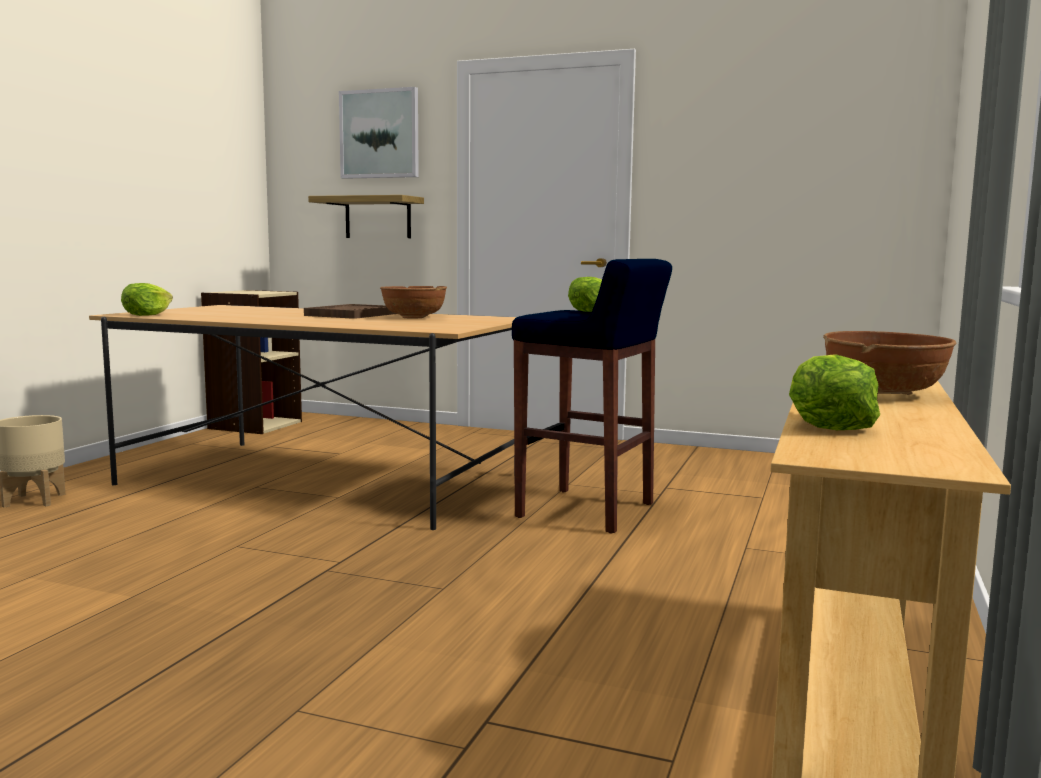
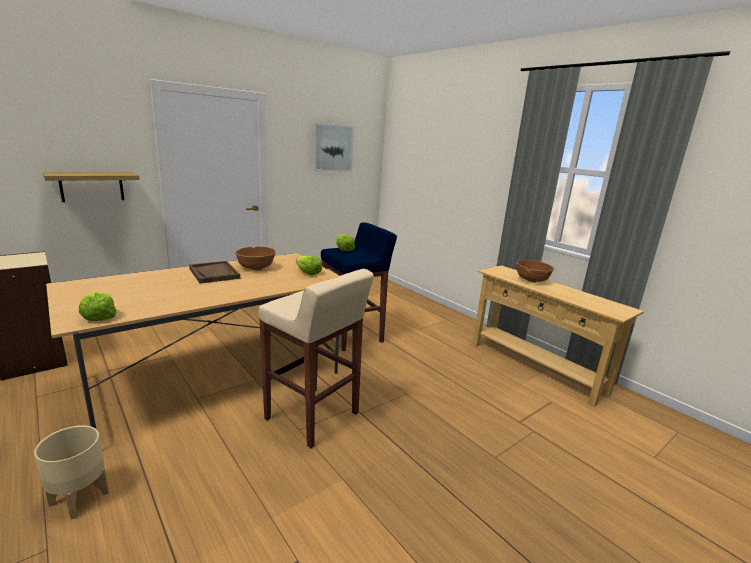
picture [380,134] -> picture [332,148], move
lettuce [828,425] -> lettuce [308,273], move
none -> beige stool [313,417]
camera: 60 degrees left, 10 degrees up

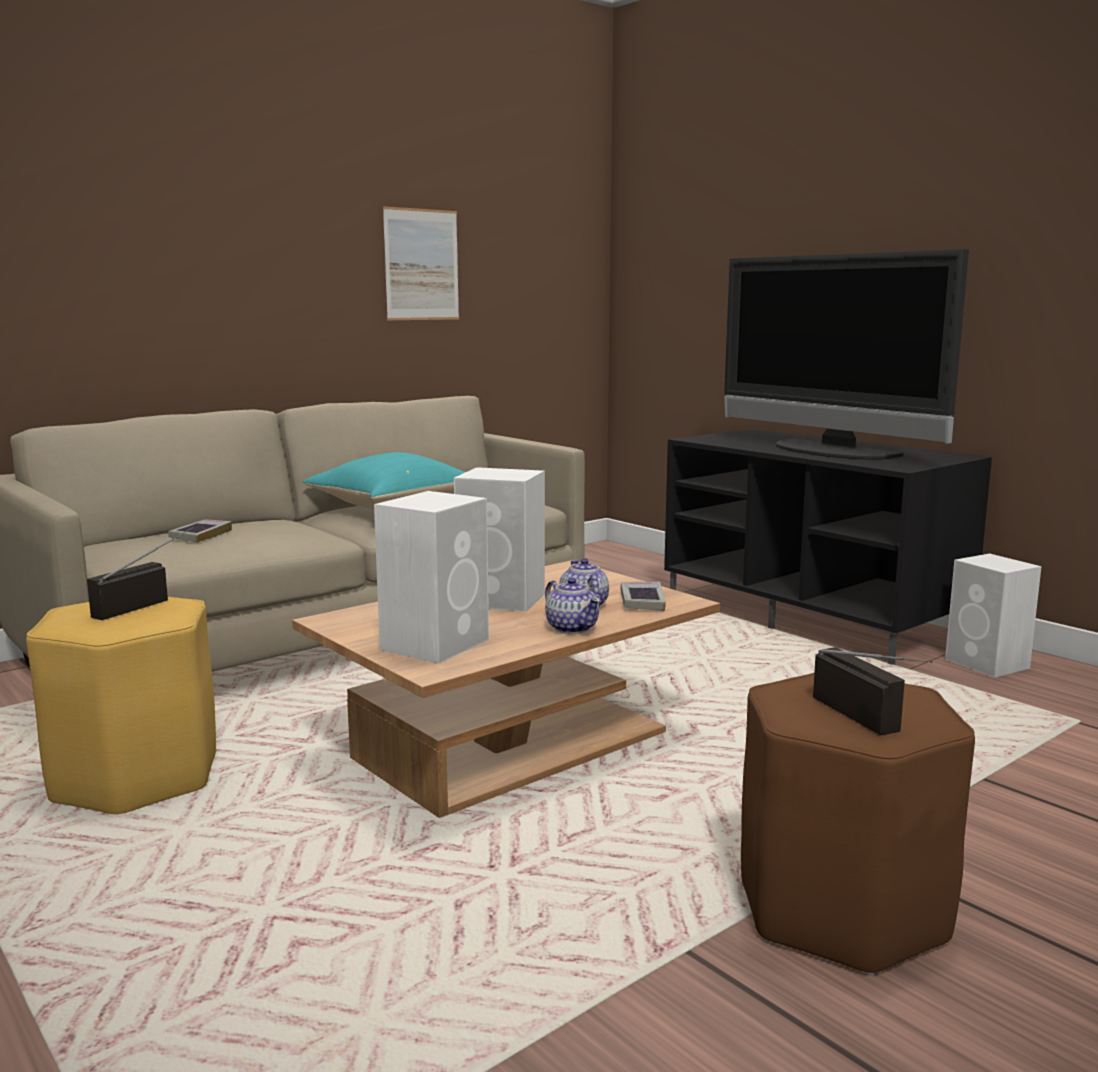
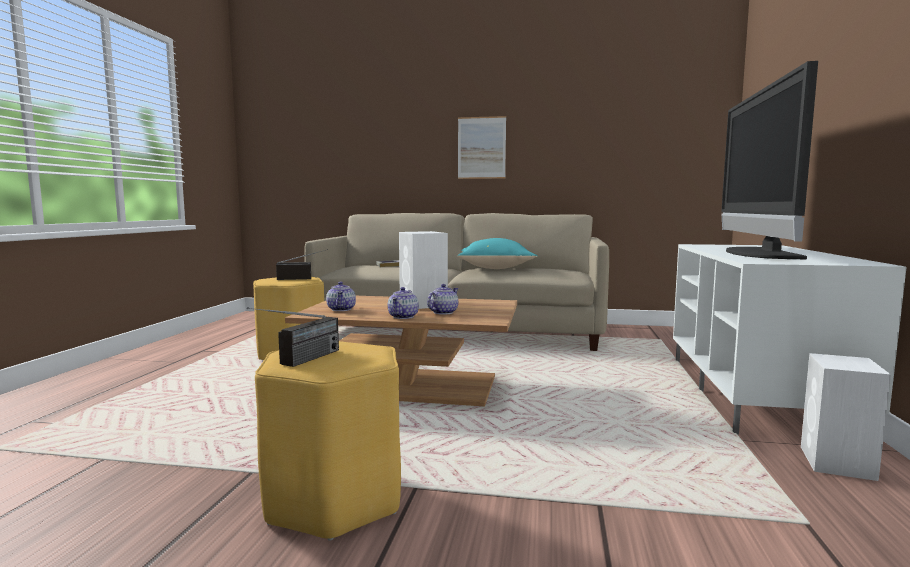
picture [421,265] -> picture [481,148], move
black tv stand [813,617] -> white tv stand [757,394]
white speaker [436,644] -> teapot [341,309]
book [642,601] -> none
brown stool [840,909] -> yellow stool [335,499]
camera: 50 degrees right, 5 degrees down

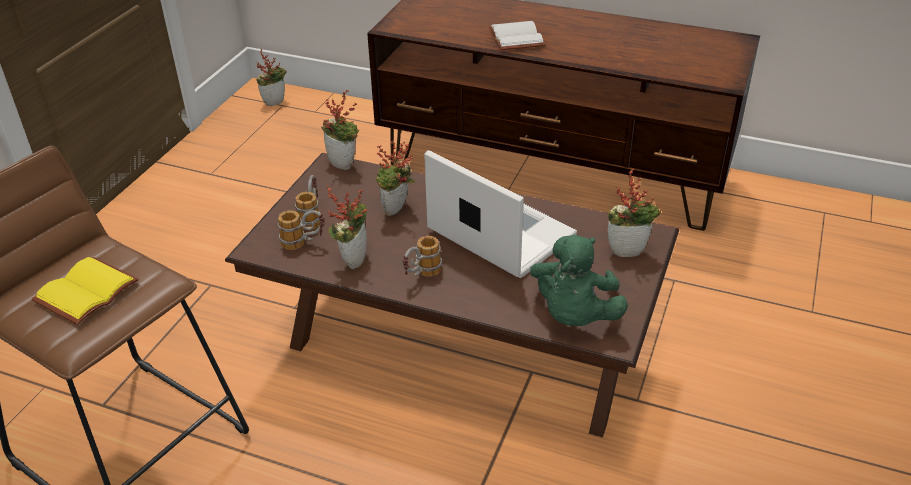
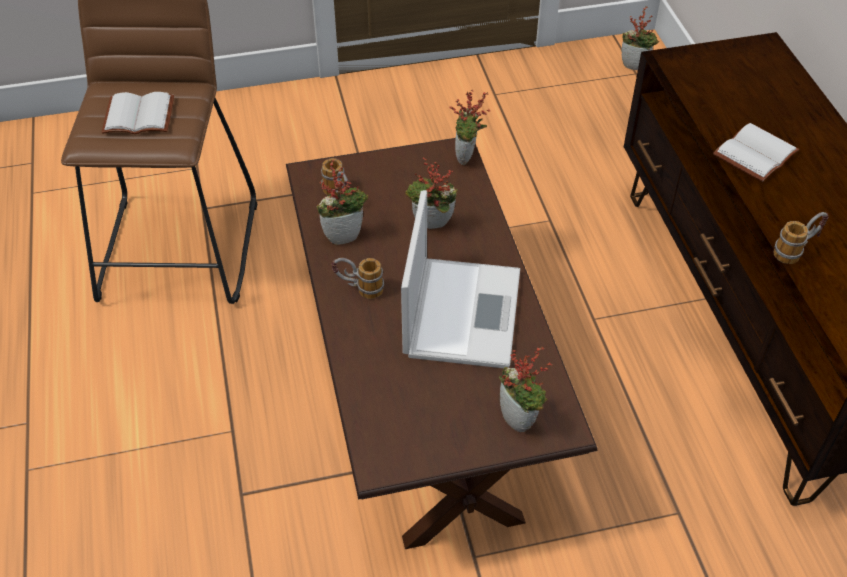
mug [312,216] -> mug [796,250], move
green plush toy [574,315] -> none
yellow book [86,290] -> white book [140,115]
camera: 55 degrees right, 10 degrees up

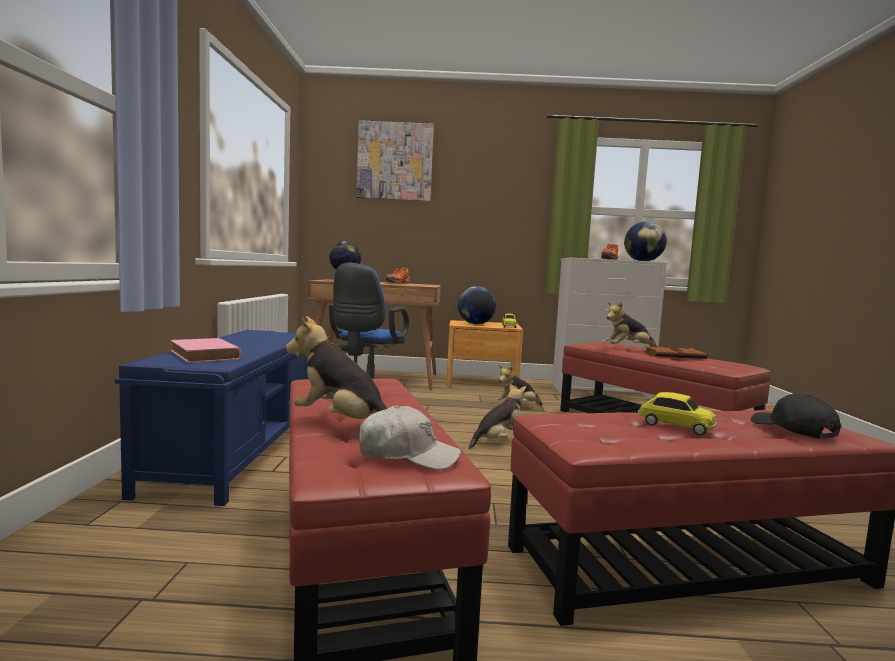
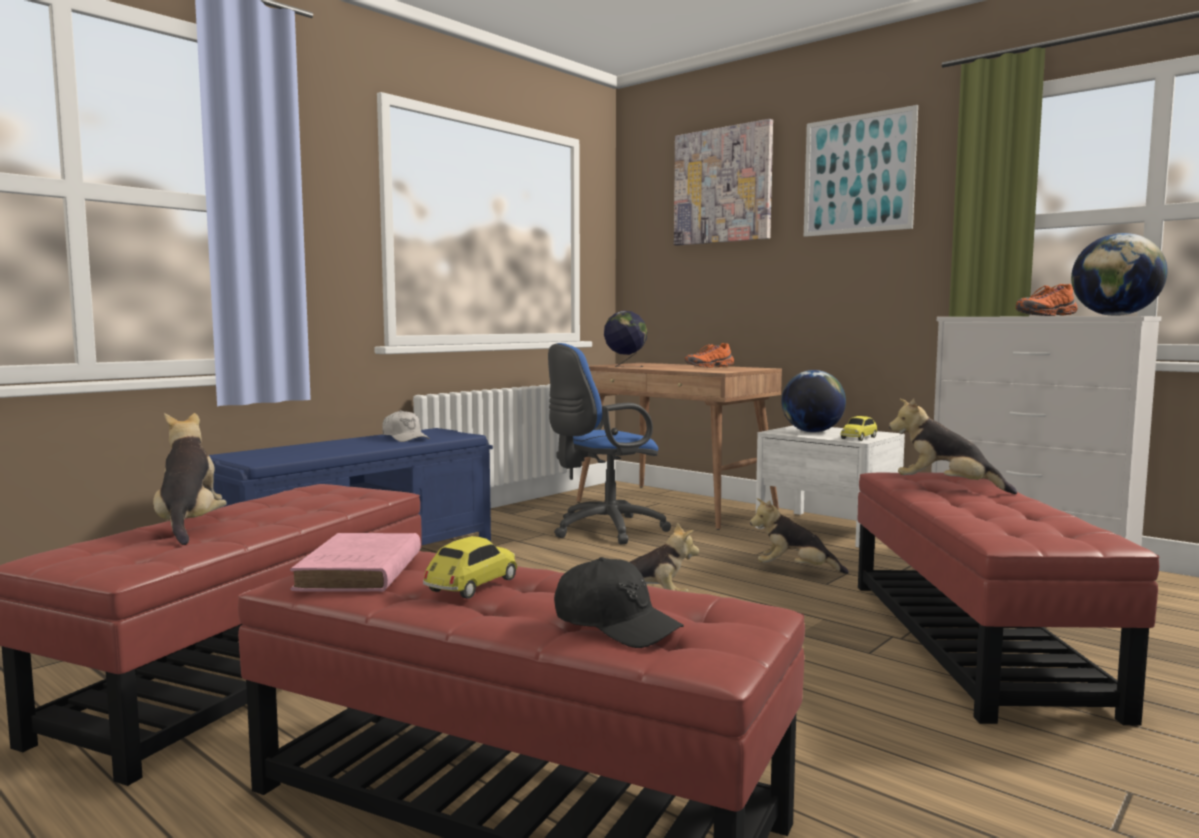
brown nightstand [481,382] -> white nightstand [827,528]
pink book [205,356] -> pink book [359,572], move
brown book [675,355] -> none
toy car [675,426] -> toy car [471,586], 135 degrees counterclockwise
black cap [793,430] -> black cap [616,624], 105 degrees clockwise
white cap [408,455] -> white cap [405,438], move
none -> picture [858,174]
camera: 40 degrees right, 0 degrees up

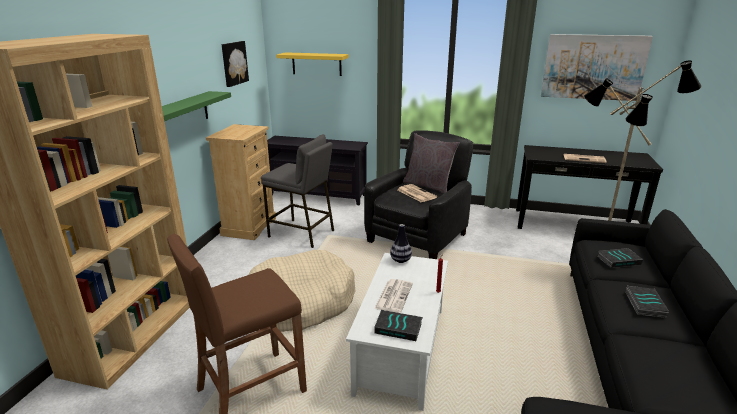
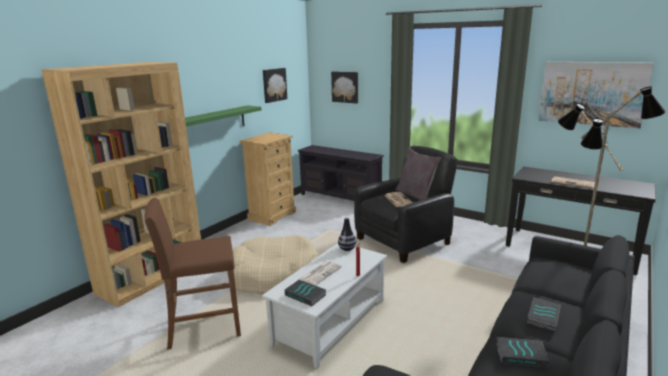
yellow shelf [316,64] -> picture [345,87]
grey stool [301,233] -> none
book [618,260] -> book [521,354], move
camera: 20 degrees right, 5 degrees down

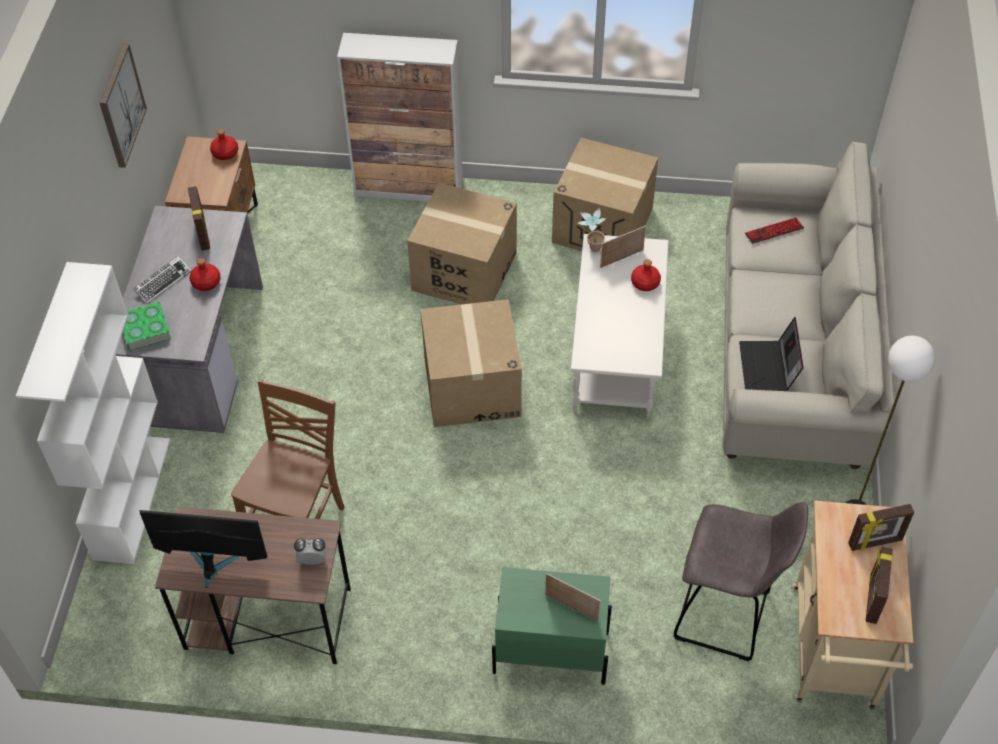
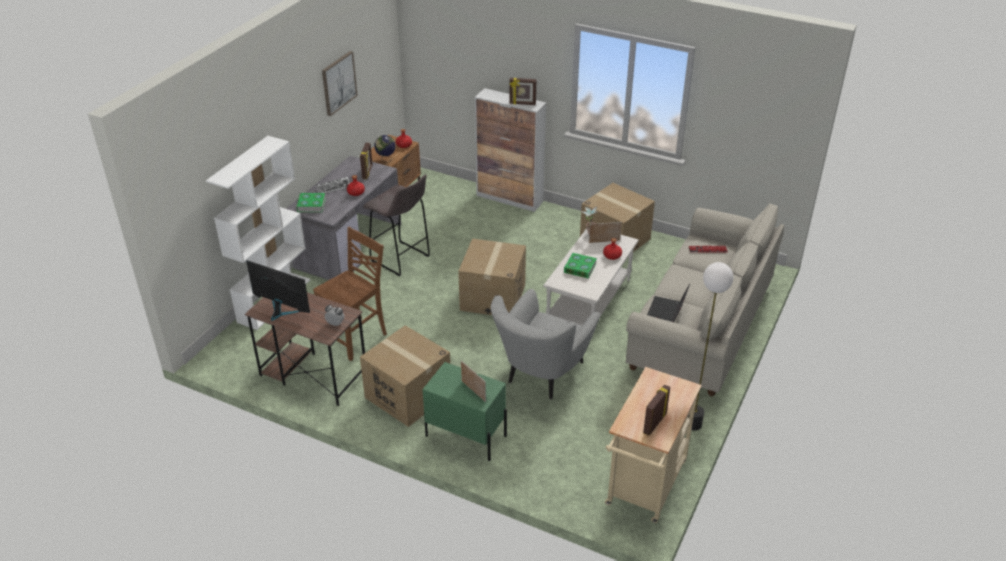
cardboard box [464,272] -> cardboard box [408,395], move
grey stool [725,617] -> grey stool [401,259], move
picture frame [875,542] -> picture frame [522,104], move
none -> globe [386,160]
none -> book [580,268]
none -> grey armchair [541,375]
camera: 20 degrees right, 15 degrees down

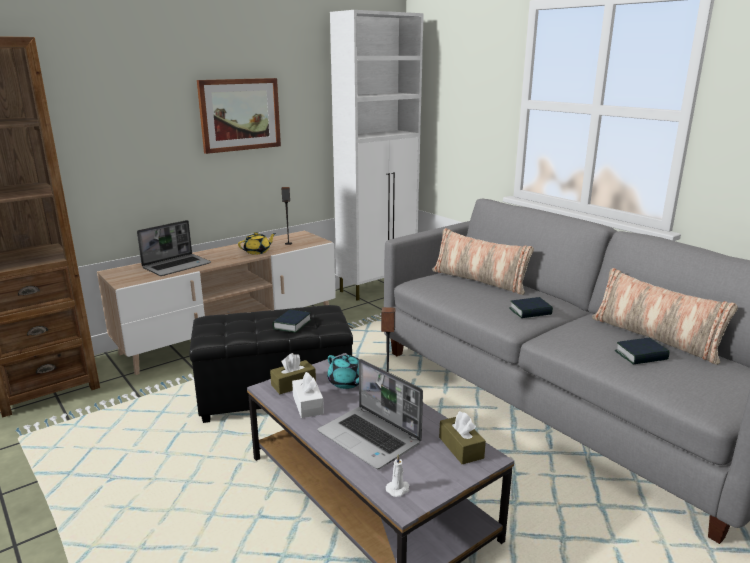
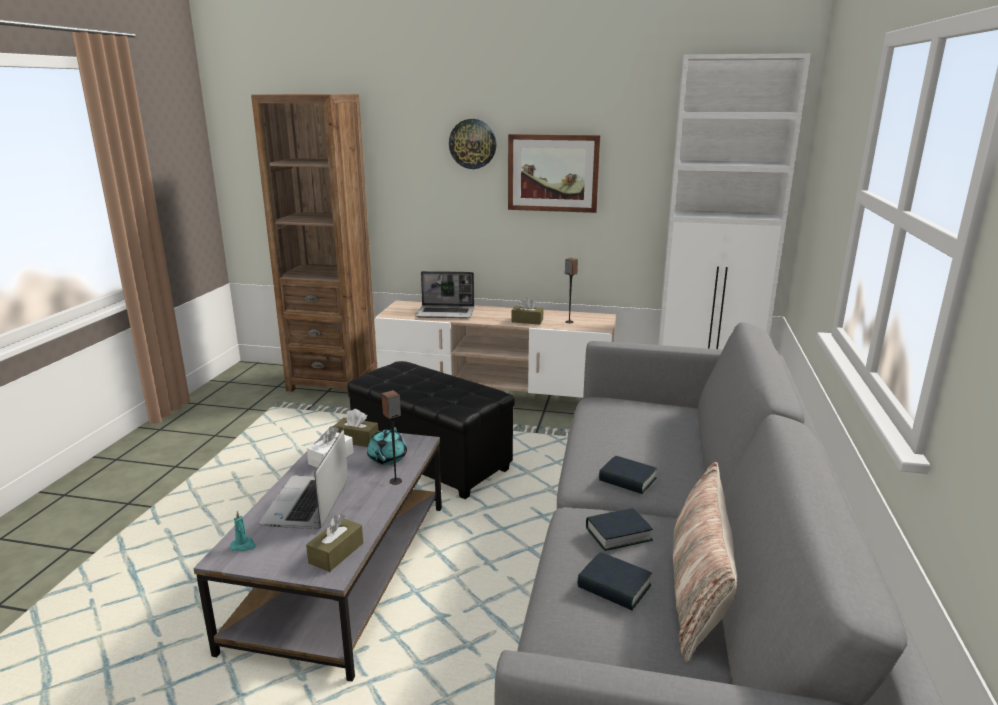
pillow [479,280] -> none
yellow teapot [257,252] -> brown tissue box [527,321]
book [292,324] -> book [618,534], move
white candle [398,489] -> turquoise candle [243,546]
none -> wall clock [472,144]
camera: 50 degrees right, 0 degrees up

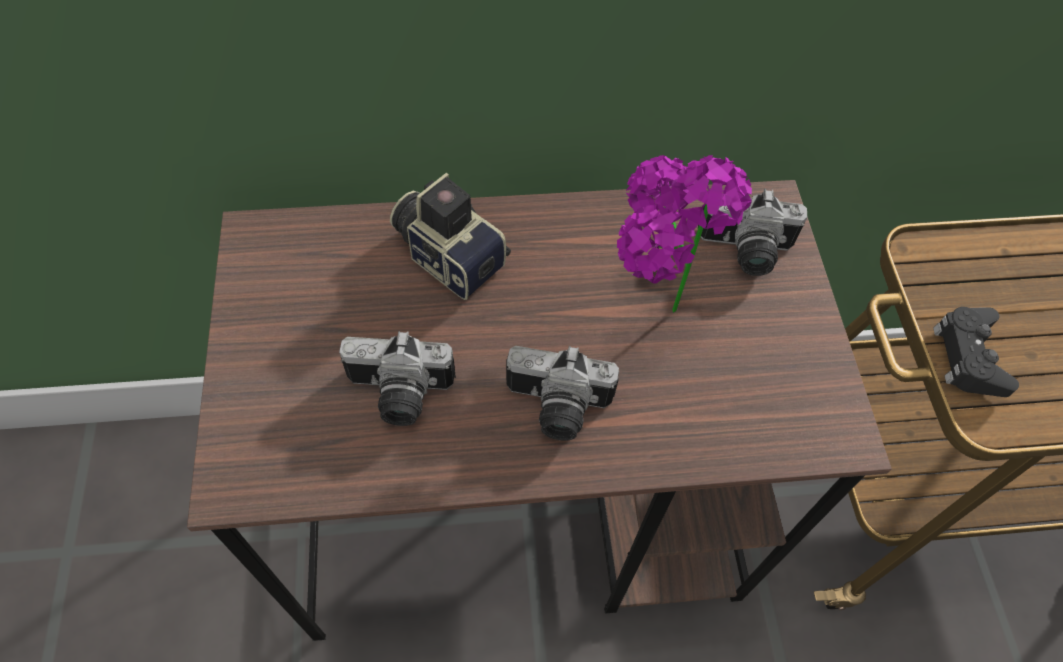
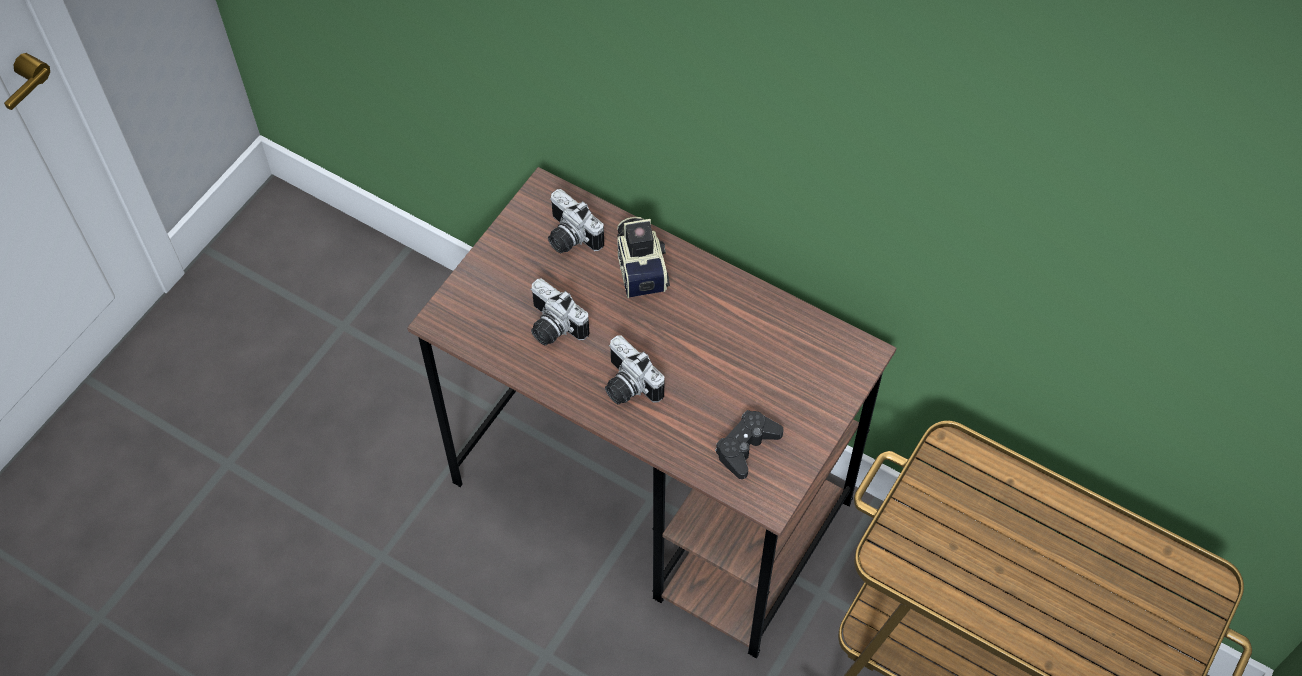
potted plant [647,309] -> none
photo camera [745,253] -> photo camera [568,238], move
black game controller [968,356] -> black game controller [746,446], move
camera: 40 degrees right, 0 degrees up

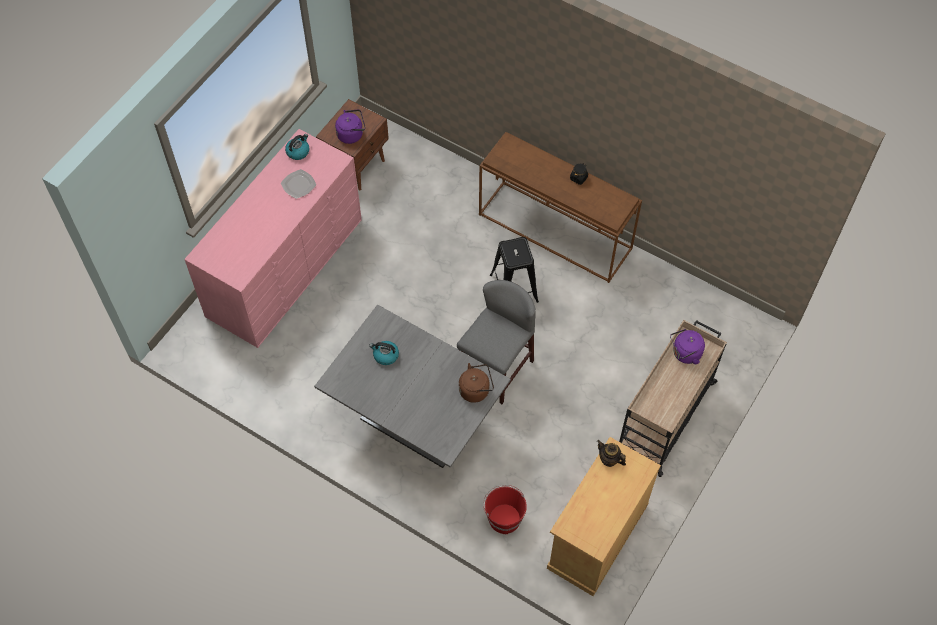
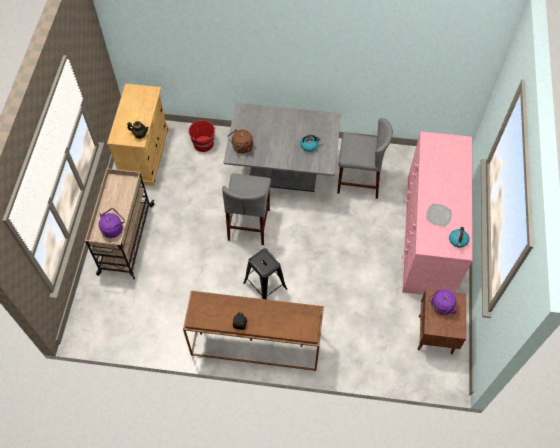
none -> grey stool [358,181]
camera: 155 degrees right, 0 degrees up

